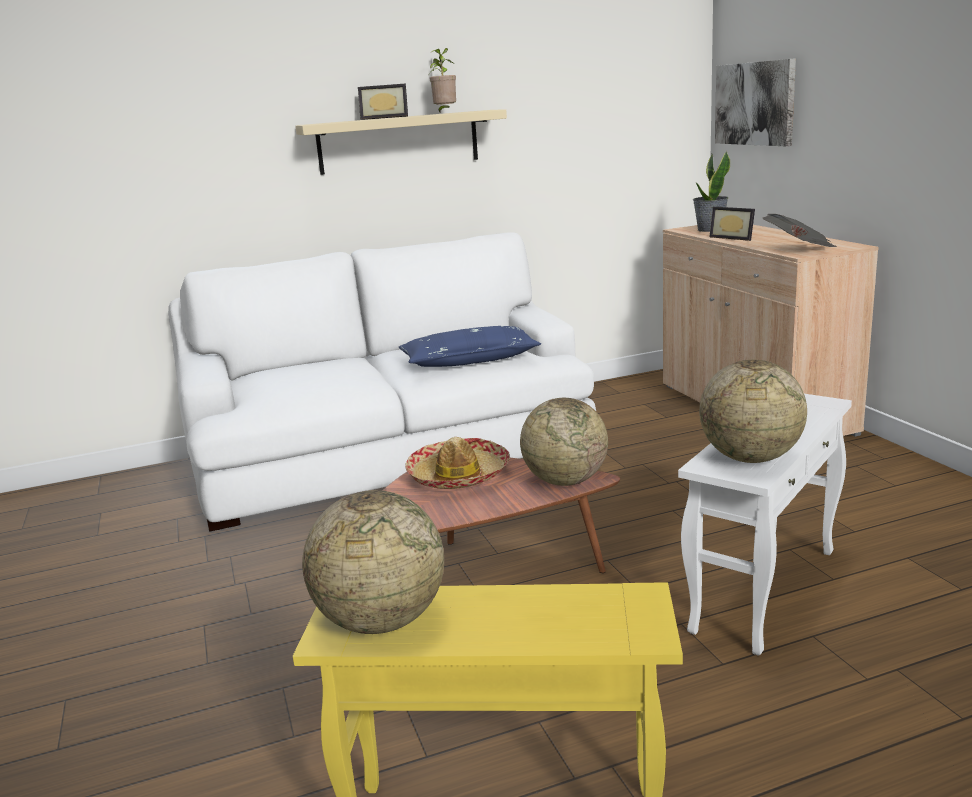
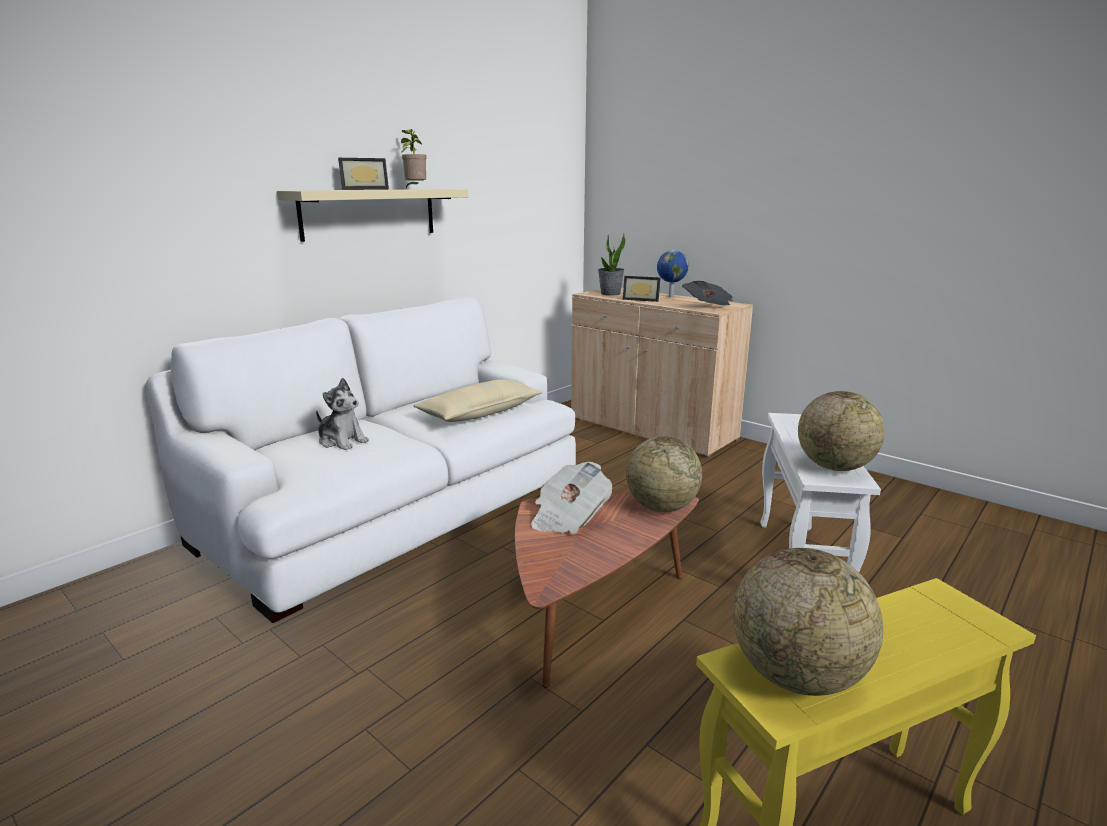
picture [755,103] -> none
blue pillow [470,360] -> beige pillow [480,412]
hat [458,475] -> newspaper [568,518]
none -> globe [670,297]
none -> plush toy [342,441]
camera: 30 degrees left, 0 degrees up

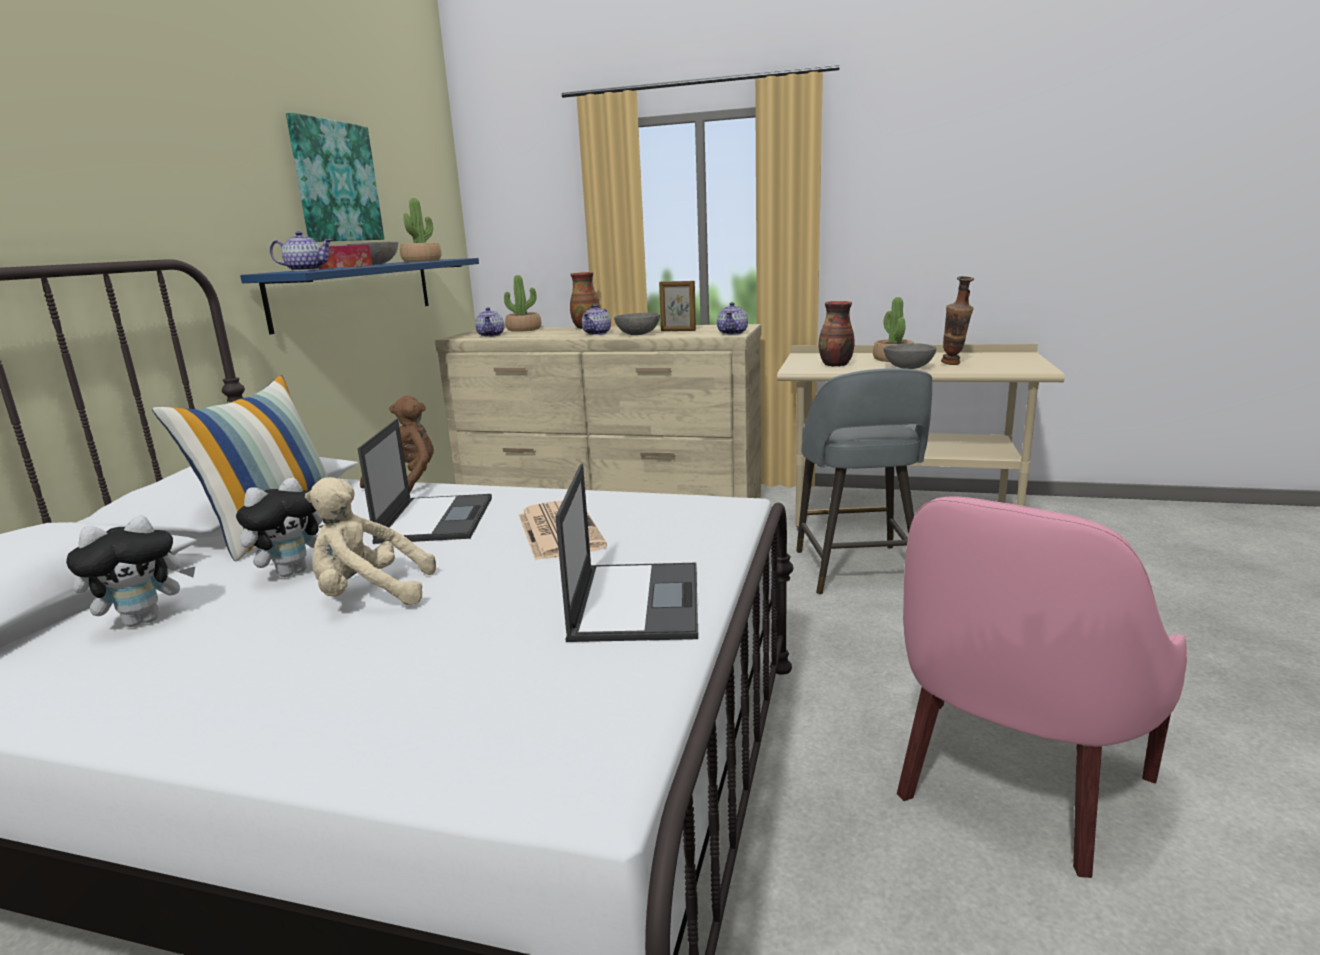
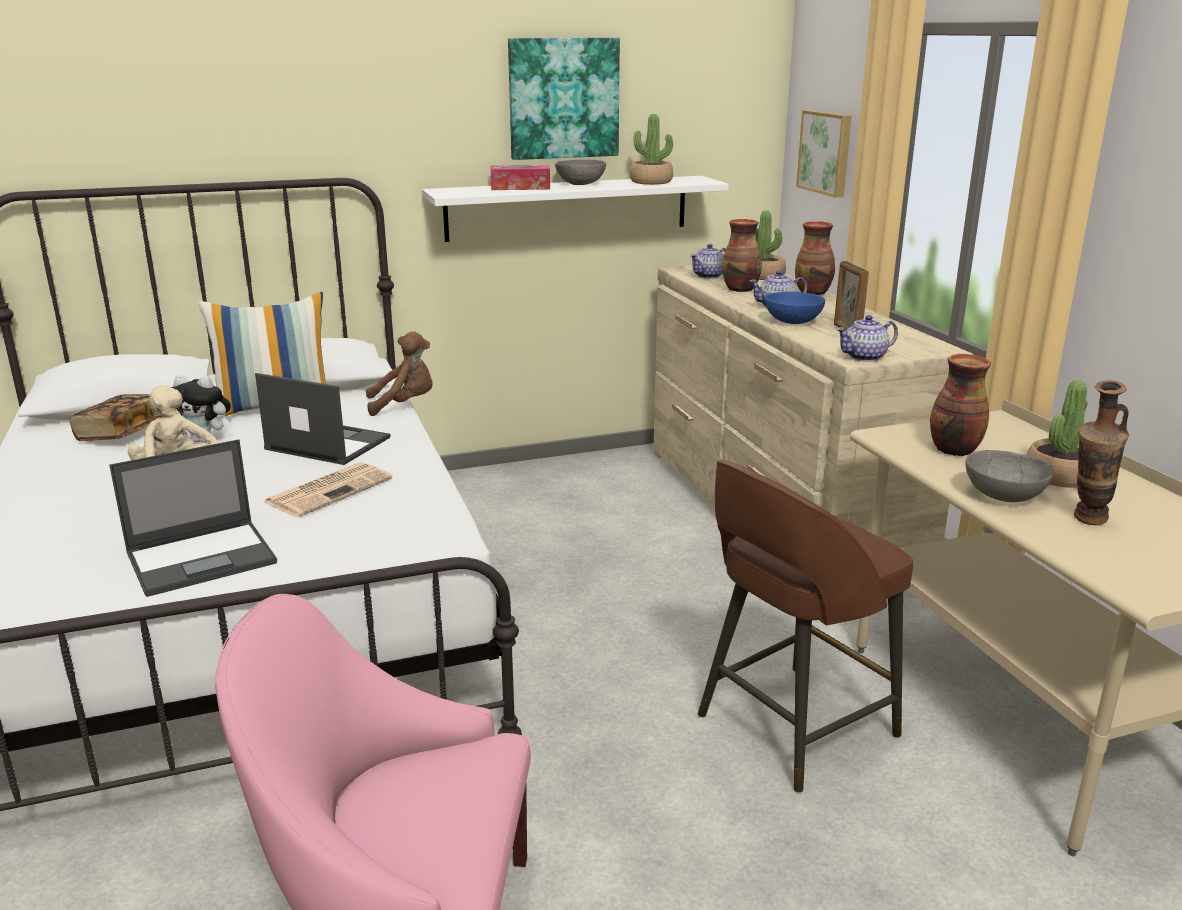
teapot [305,270] -> none
blue shelf [356,292] -> white shelf [568,208]
grey bowl [638,334] -> blue bowl [793,322]
grey stool [857,571] -> brown stool [792,727]
laptop [436,519] -> laptop [326,443], 120 degrees counterclockwise
plush toy [145,620] -> book [121,434]
none -> picture [826,152]
none -> vase [741,289]
camera: 55 degrees right, 5 degrees up

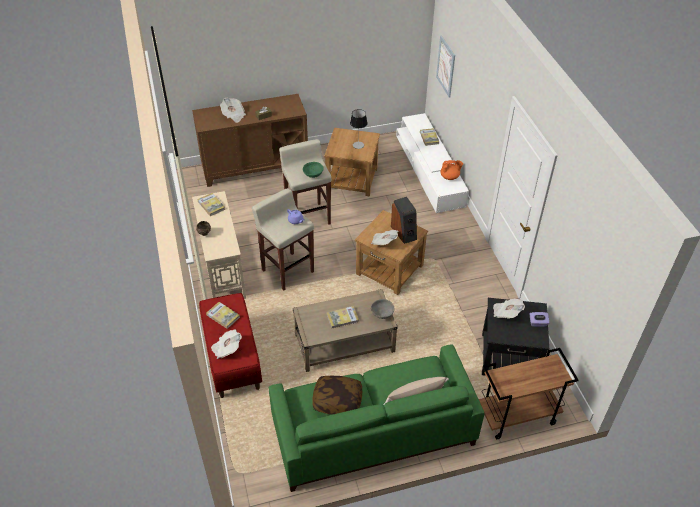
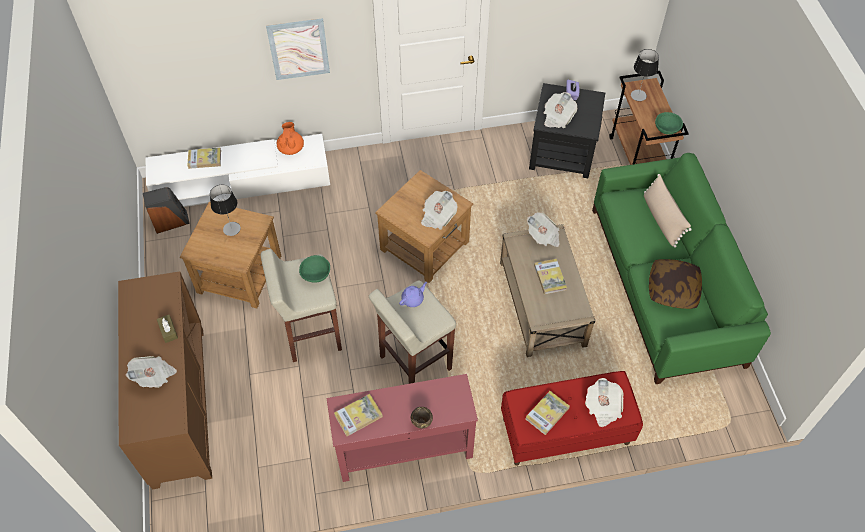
picture [446,66] -> picture [298,49], move
beige console table [223,269] -> red console table [403,448]
speaker [404,232] -> speaker [171,221], move
grey bowl [382,313] -> newspaper [543,236]
none -> table lamp [638,95]
none -> green bowl [667,128]
camera: 85 degrees left, 10 degrees up

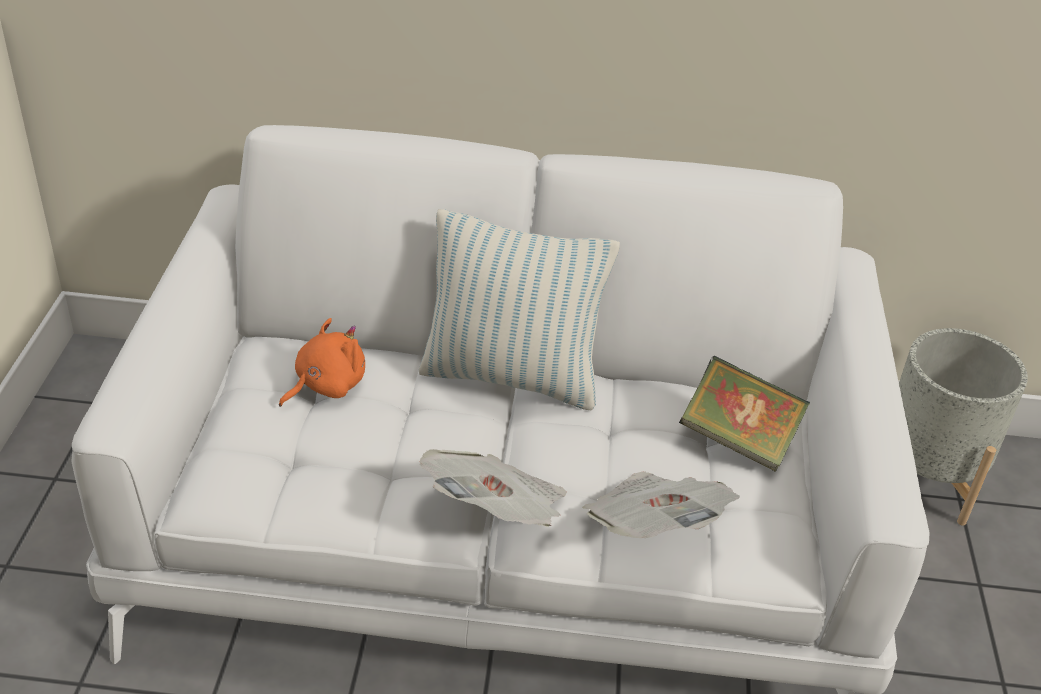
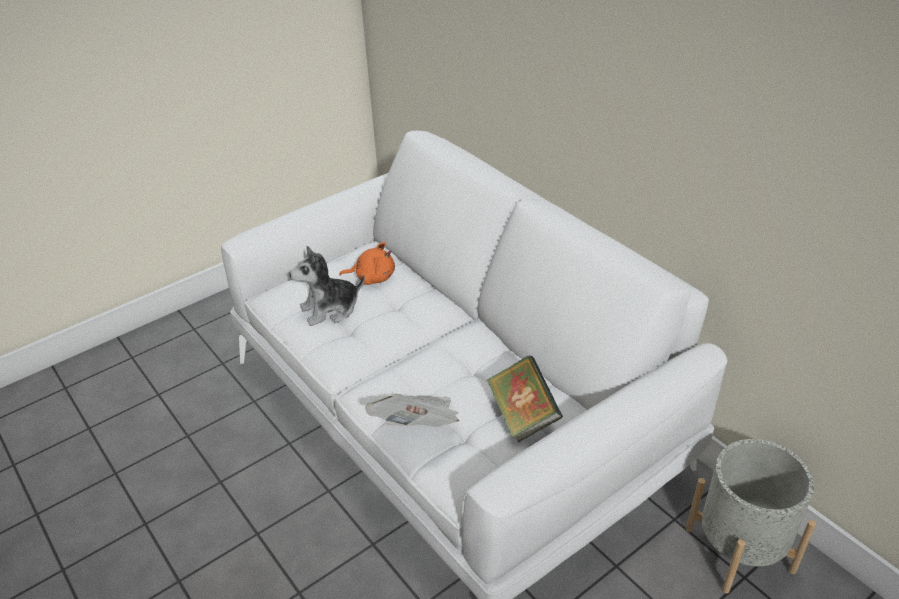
pillow [511,377] -> none
newspaper [497,513] -> none
none -> plush toy [330,309]
camera: 50 degrees right, 0 degrees up

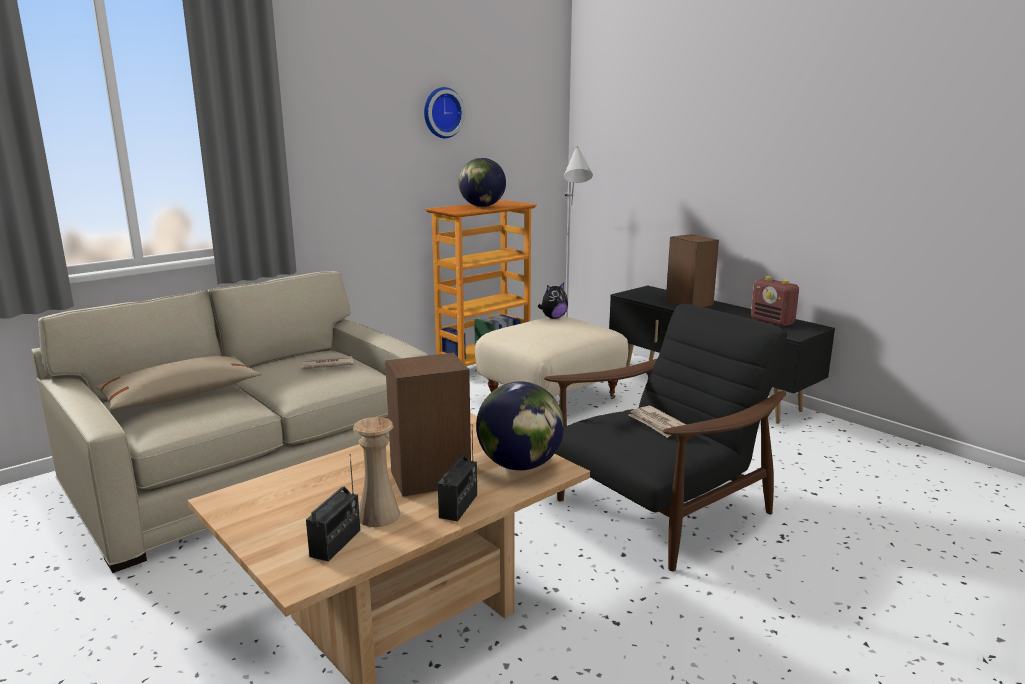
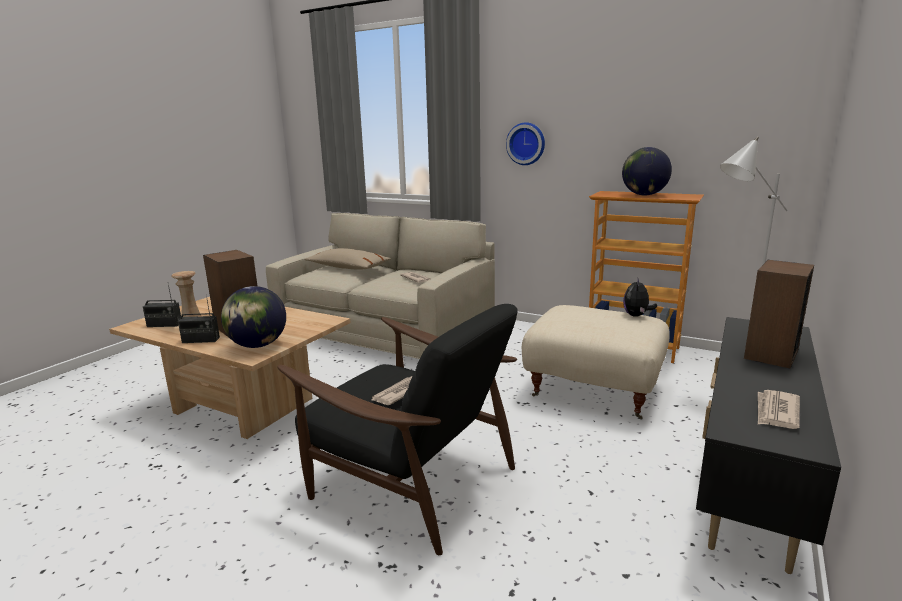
wall clock [441,112] -> wall clock [526,143], move
radio [772,322] -> newspaper [776,412]
plush toy [553,318] -> plush toy [637,316], 75 degrees clockwise
camera: 70 degrees right, 0 degrees up

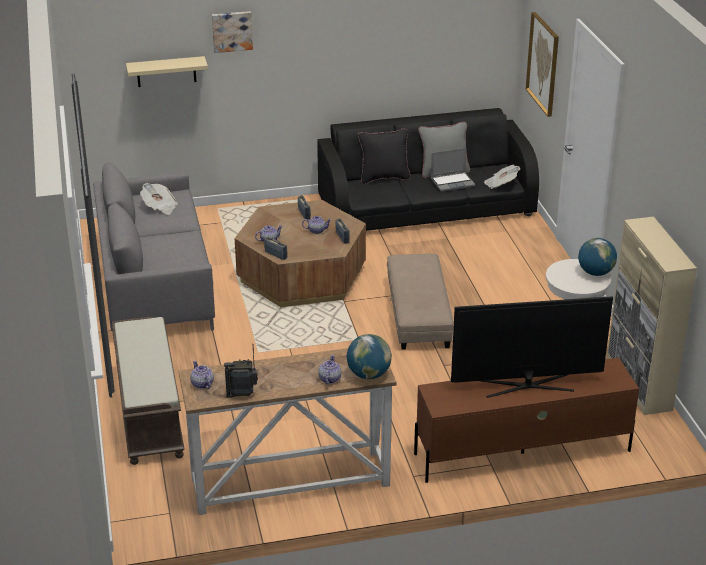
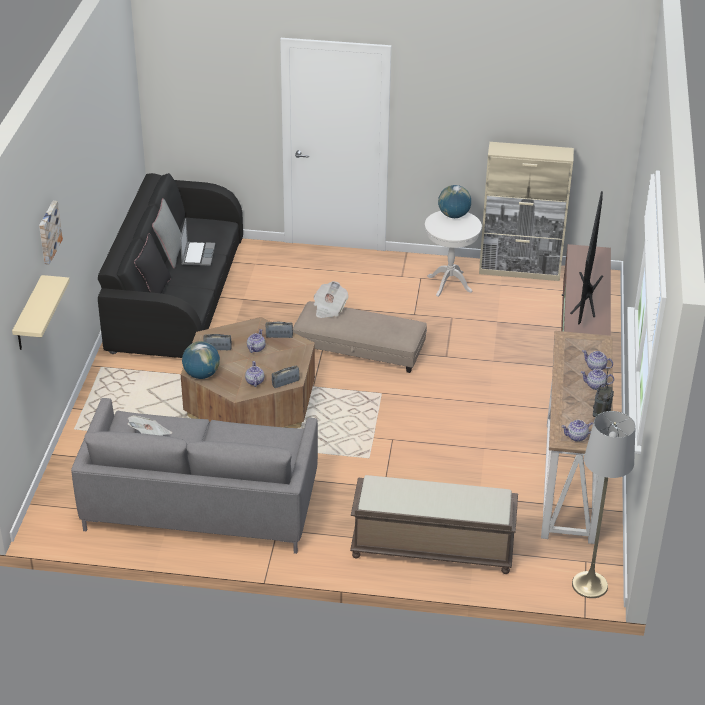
picture [543,63] -> none
newspaper [501,184] -> newspaper [329,308], move
globe [369,374] -> globe [201,374], move
none -> teapot [596,385]
none -> grey floor lamp [589,585]
camera: 70 degrees left, 5 degrees up

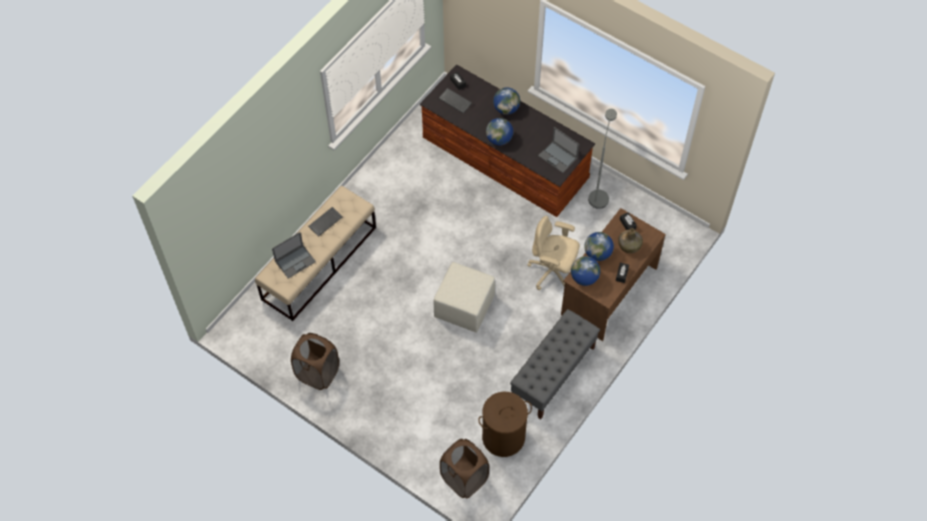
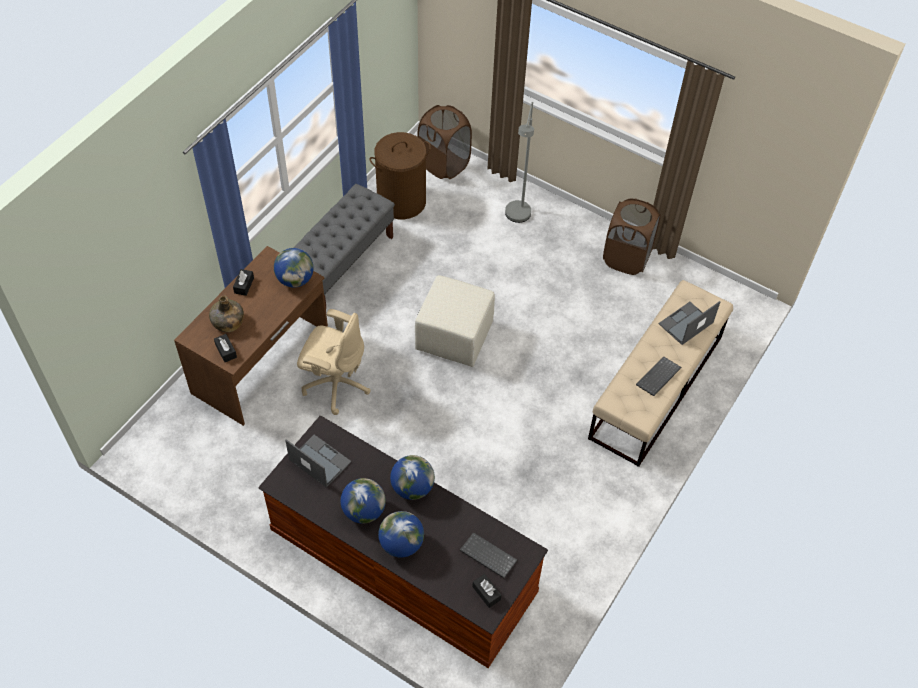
grey floor lamp [598,195] -> grey floor lamp [517,218], move
globe [597,253] -> globe [364,511], move
camera: 175 degrees right, 5 degrees down

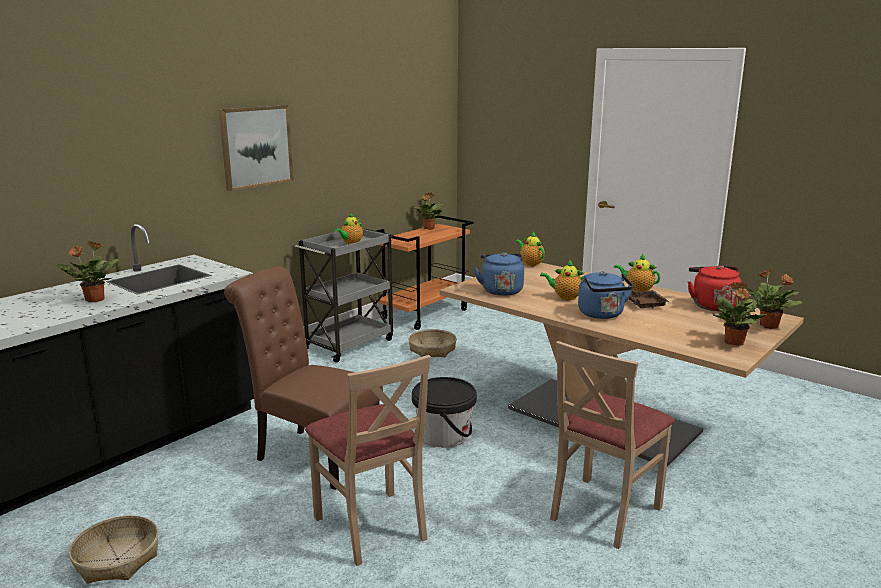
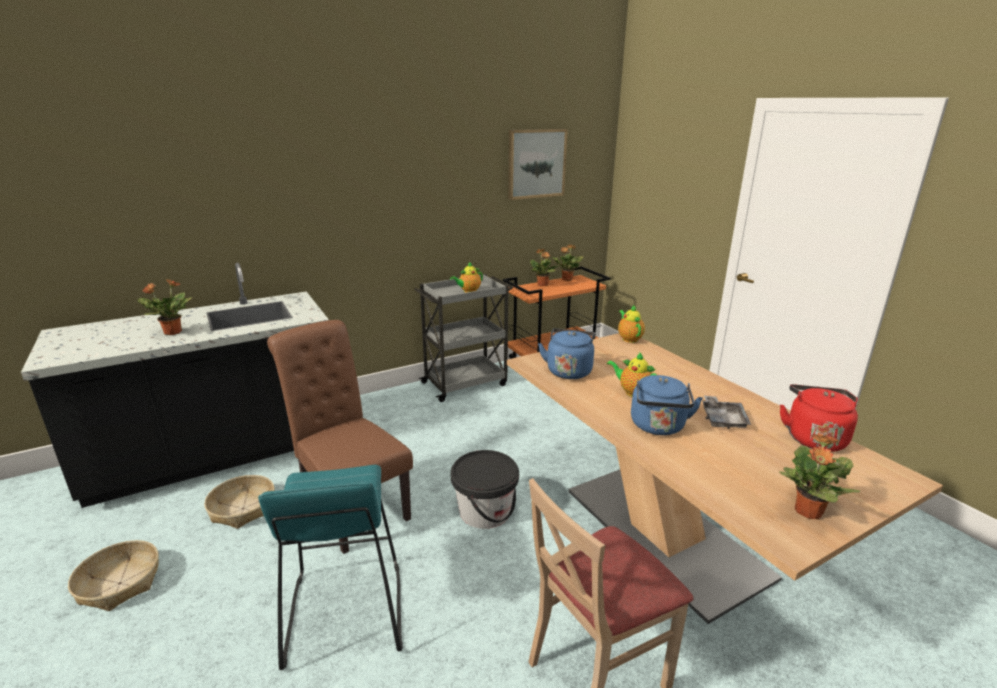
picture [256,146] -> picture [536,163], move
teapot [637,290] -> none
potted plant [769,326] -> potted plant [542,285], move
brown tray [644,304] -> grey tray [723,419]
basket [432,350] -> basket [243,508], move
beige chair [371,526] -> turquoise stool [344,612]
camera: 20 degrees right, 5 degrees up

